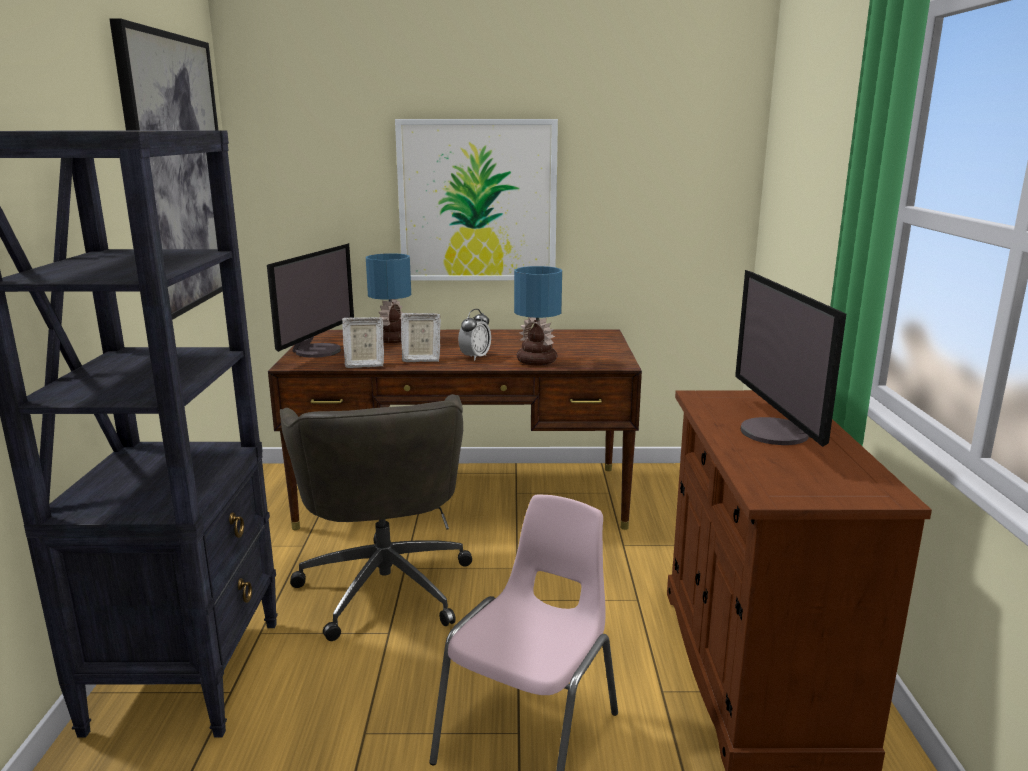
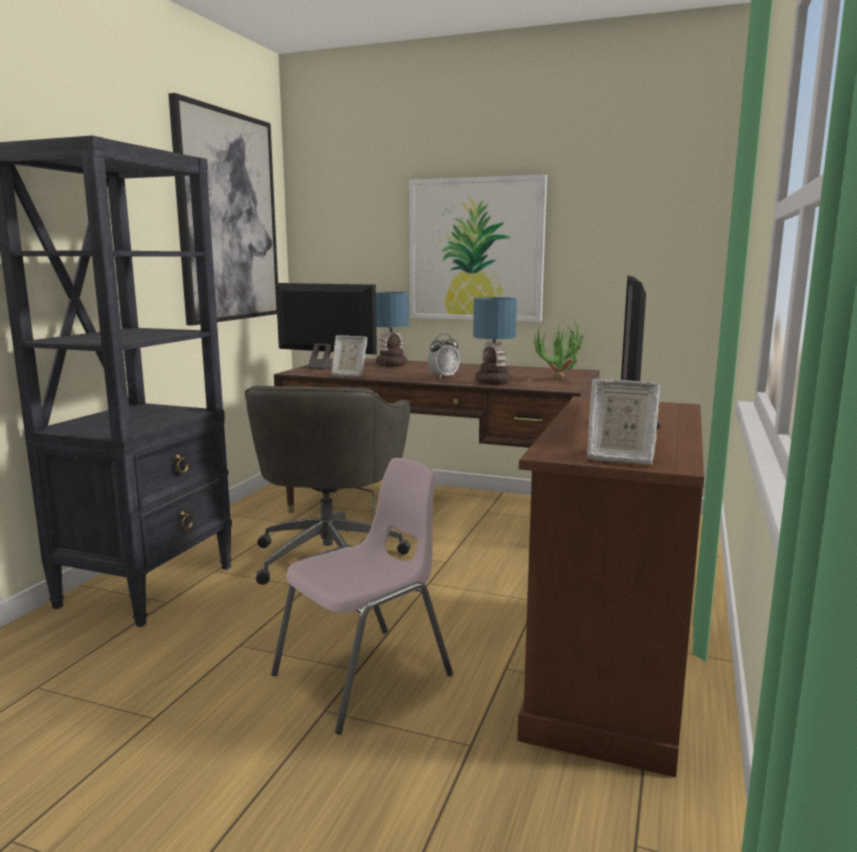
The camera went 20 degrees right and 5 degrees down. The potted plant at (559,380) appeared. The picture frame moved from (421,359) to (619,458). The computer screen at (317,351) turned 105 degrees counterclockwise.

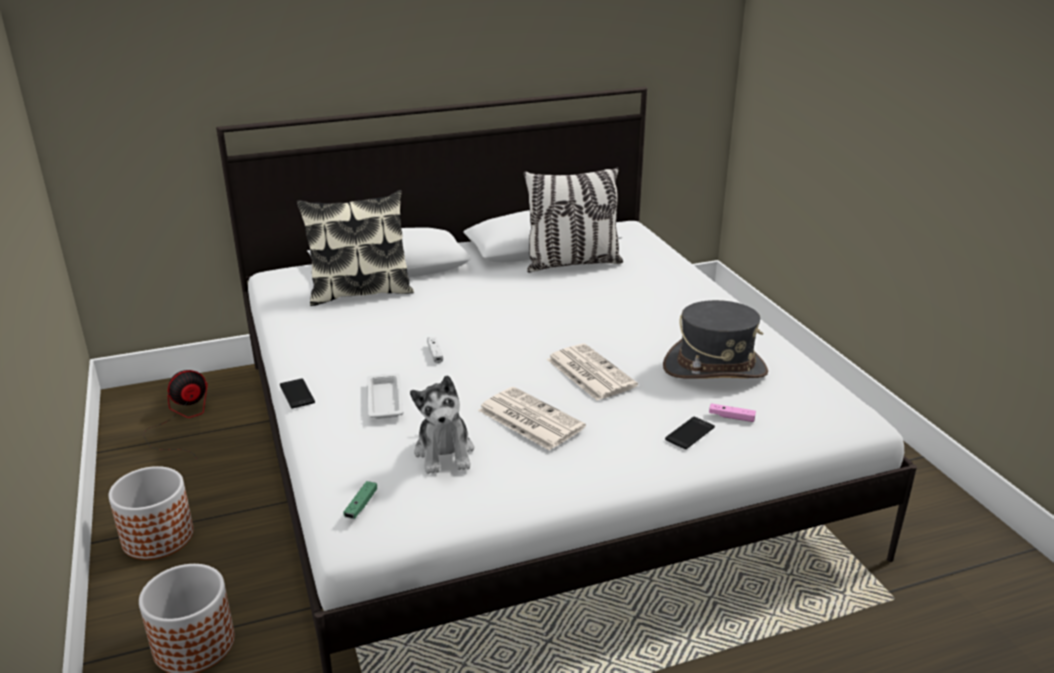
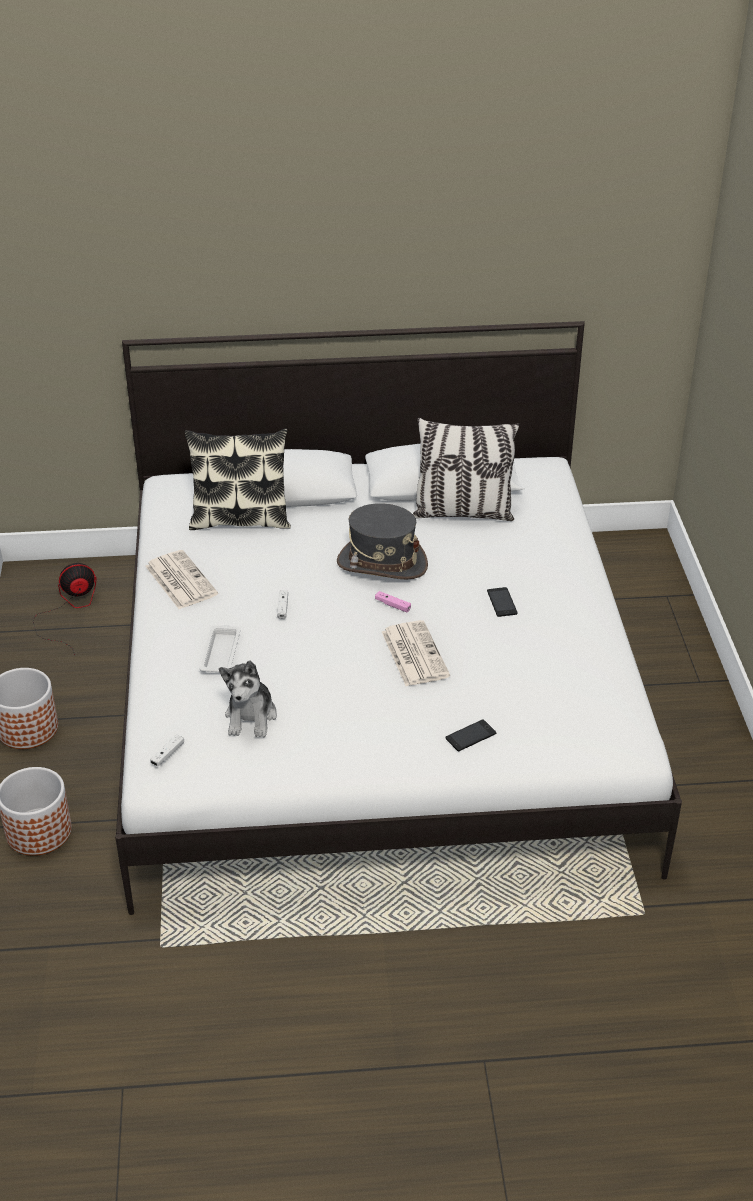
The camera went 15 degrees right and 10 degrees up. The handset moved from (297,394) to (502,602). The printed paper moved from (529,419) to (180,580). The grey hat moved from (714,369) to (382,564). The pinkish joypad moved from (731,417) to (392,605). The greenish joypad at (361,505) became the white-coloured joypad at (167,754).

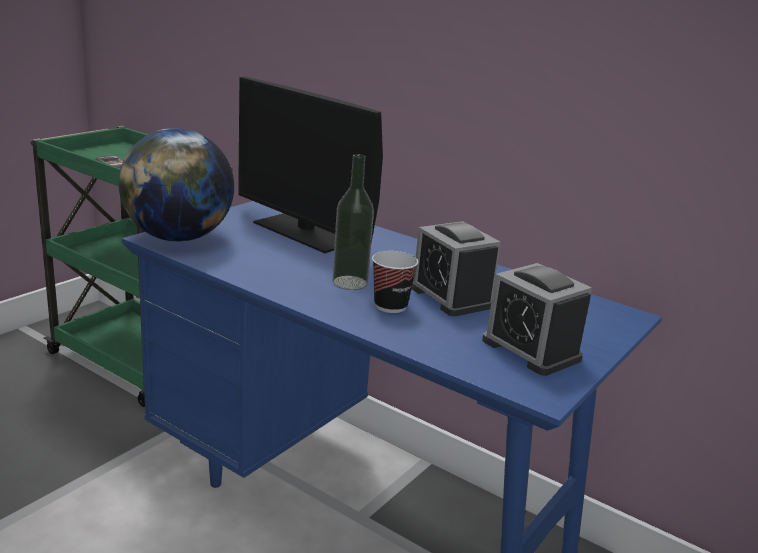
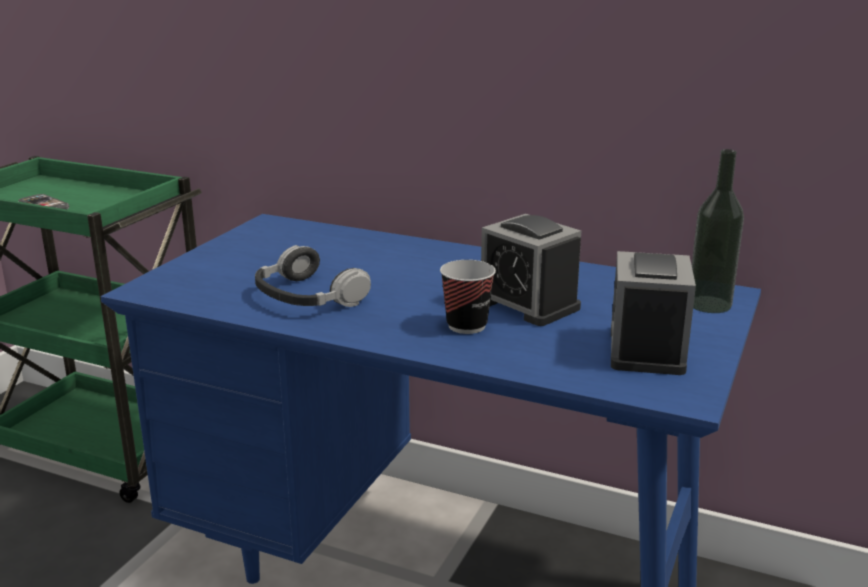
The camera went 10 degrees left and 0 degrees up. The desk globe at (178,238) disappeared. The computer screen at (305,232) disappeared. The pair of headphones at (308,297) appeared. The drink bottle moved from (350,282) to (709,304). The alarm clock at (531,350) turned 60 degrees clockwise.

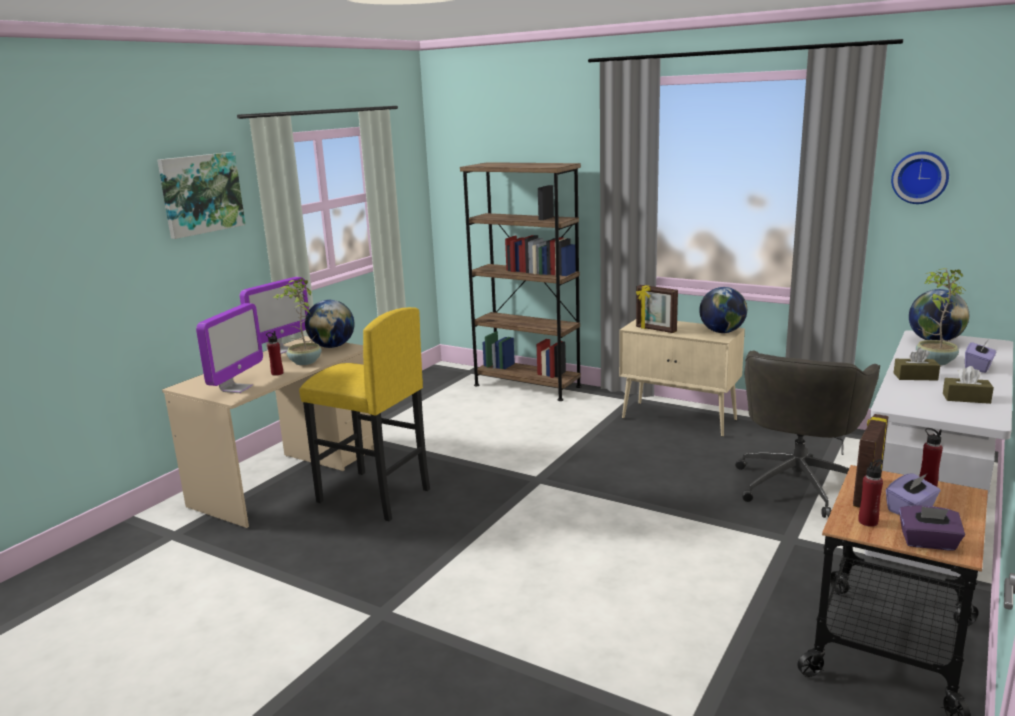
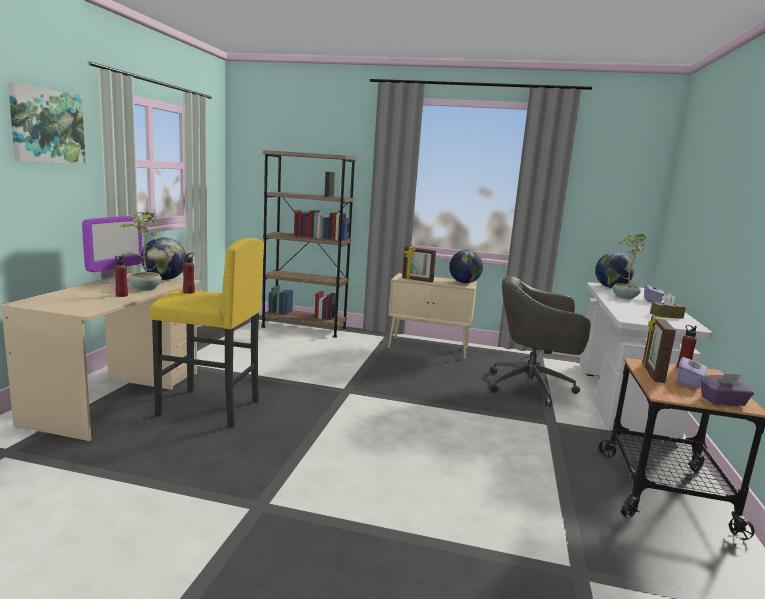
The camera went 20 degrees left and 5 degrees down. The computer screen at (236,389) disappeared. The hanging clock at (920,177) disappeared. The brown-coloured tissue holder at (915,376) disappeared. The red drink bottle moved from (868,522) to (189,292). The grey computer chair at (797,484) turned 90 degrees clockwise.

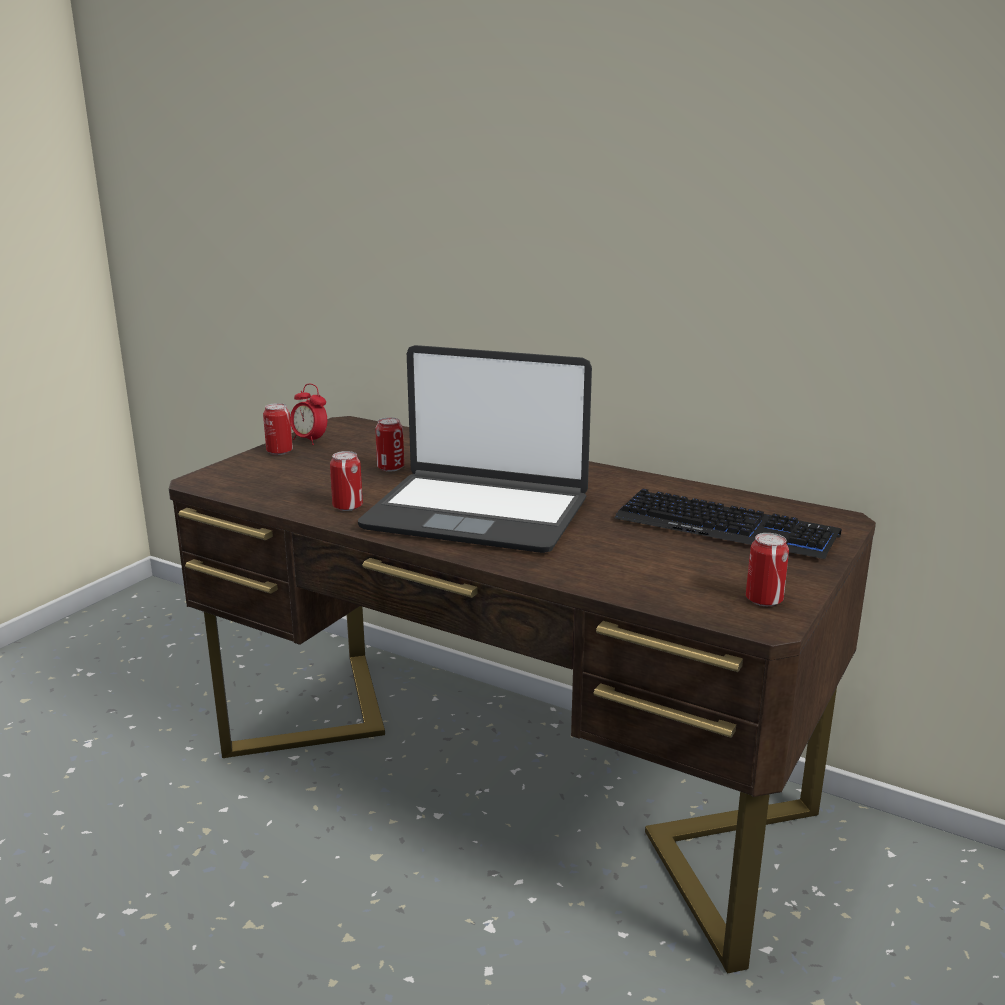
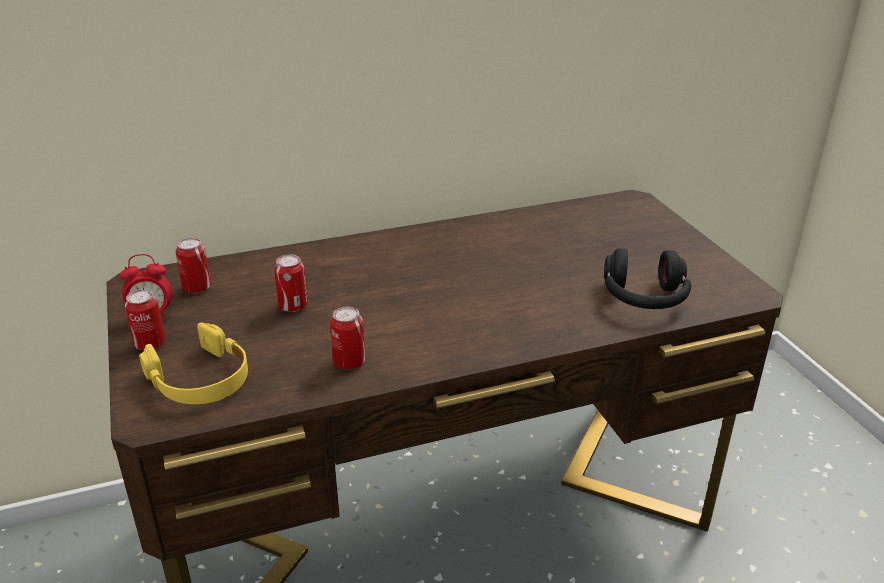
The camera went 50 degrees left and 10 degrees up. The laptop at (477,514) disappeared. The PC keyboard at (725,528) disappeared. The yellowish pair of headphones at (201,379) appeared. The black pair of headphones at (644,299) appeared. The metal can moved from (764,600) to (197,288).

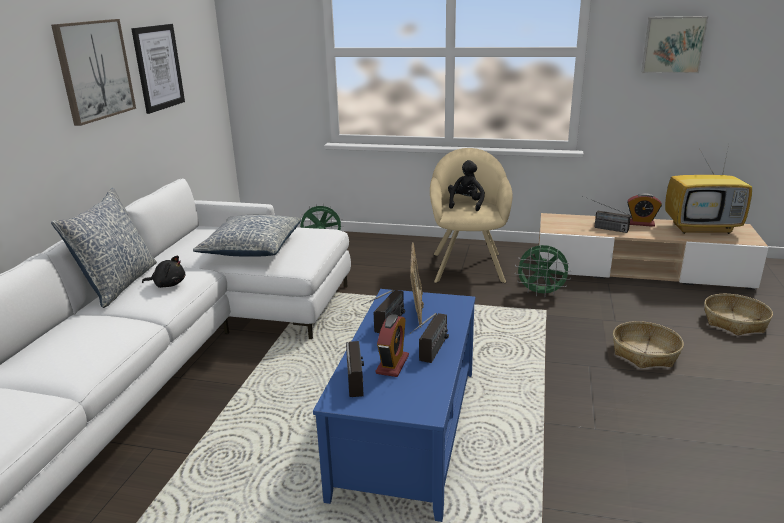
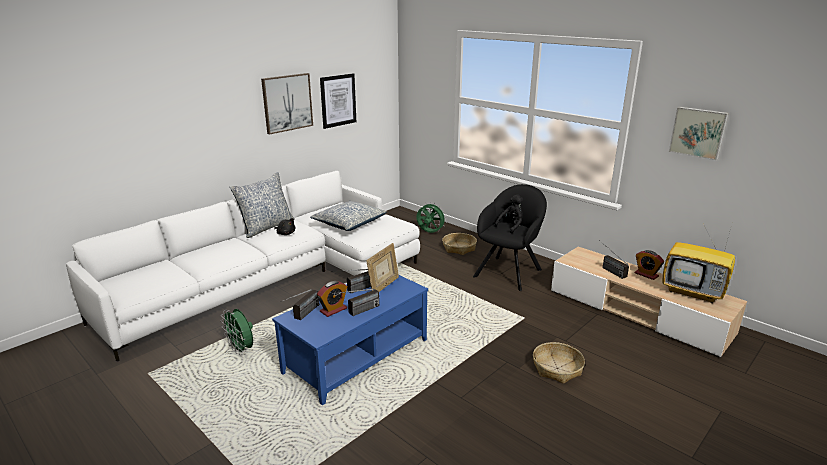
The camera went 30 degrees right and 0 degrees up. The greenish cooling fan moved from (541,293) to (241,349). The storage basket moved from (735,322) to (459,248). The beige-coloured easy chair at (467,265) became the black easy chair at (509,271).

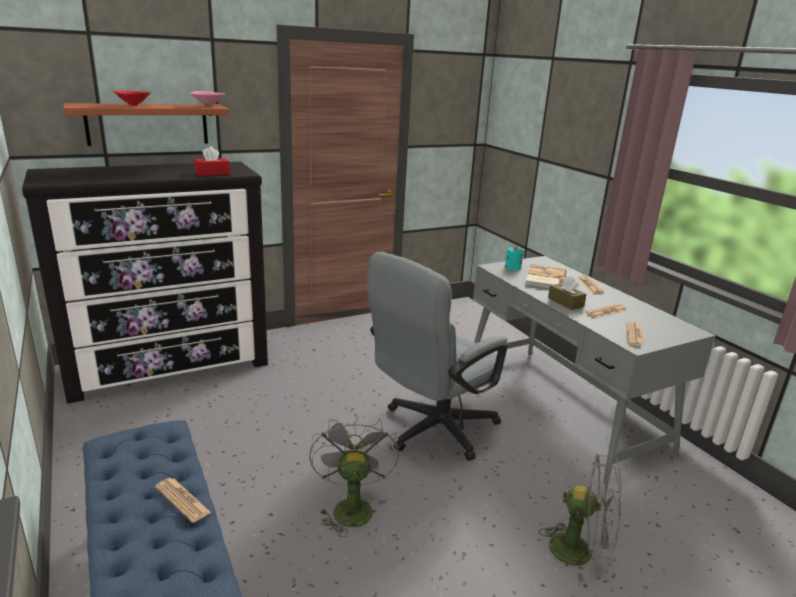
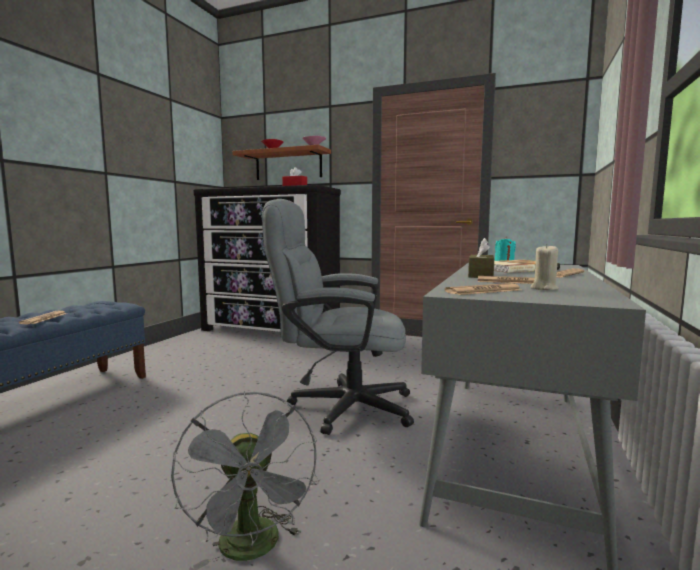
The camera went 50 degrees right and 15 degrees down. The grey cooling fan at (351,506) disappeared. The beige-coloured wax candle at (543,288) appeared.

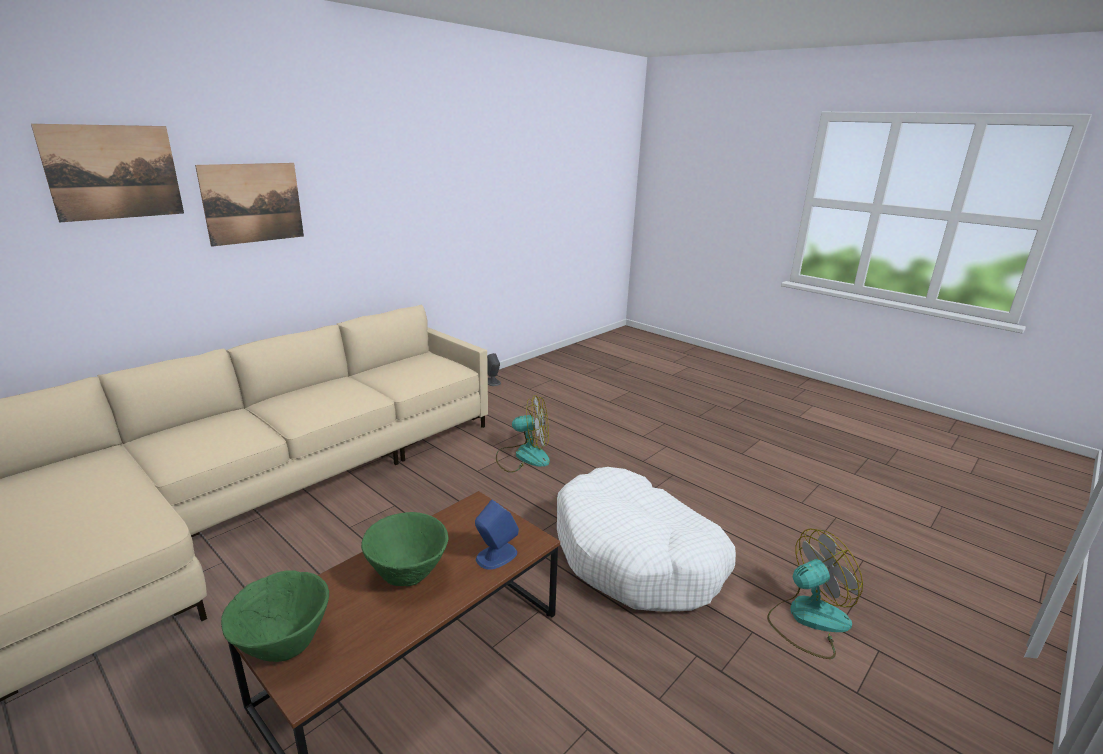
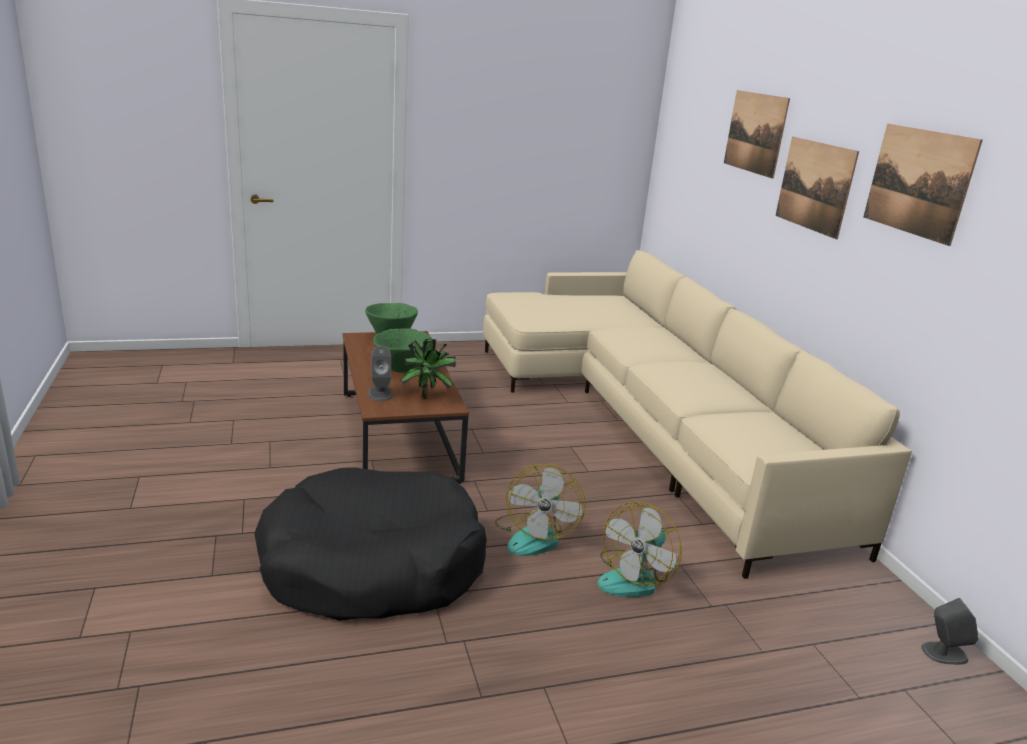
The camera went 120 degrees right and 0 degrees up. The potted plant at (428,397) appeared. The picture at (918,182) appeared. The cooling fan moved from (807,619) to (535,535). The bluish audio speaker at (496,556) became the grey audio speaker at (380,393). The white-coloured dog cushion at (637,556) became the black dog cushion at (372,565).

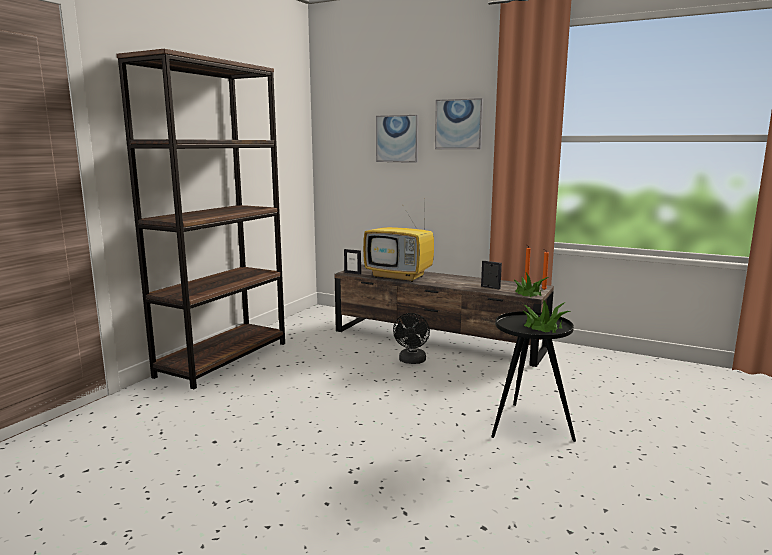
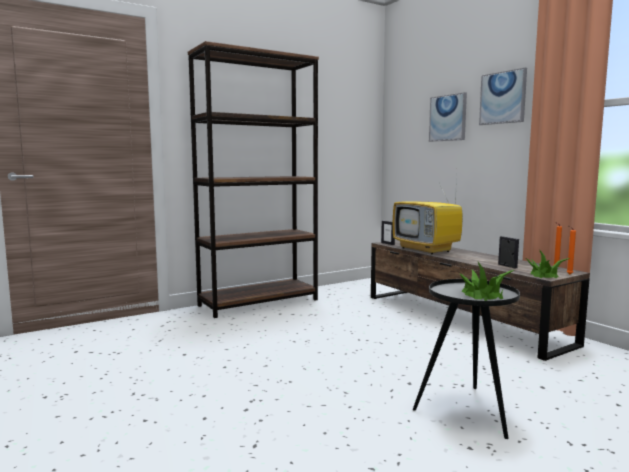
The camera went 30 degrees right and 5 degrees down. The black cooling fan at (412,361) disappeared.

